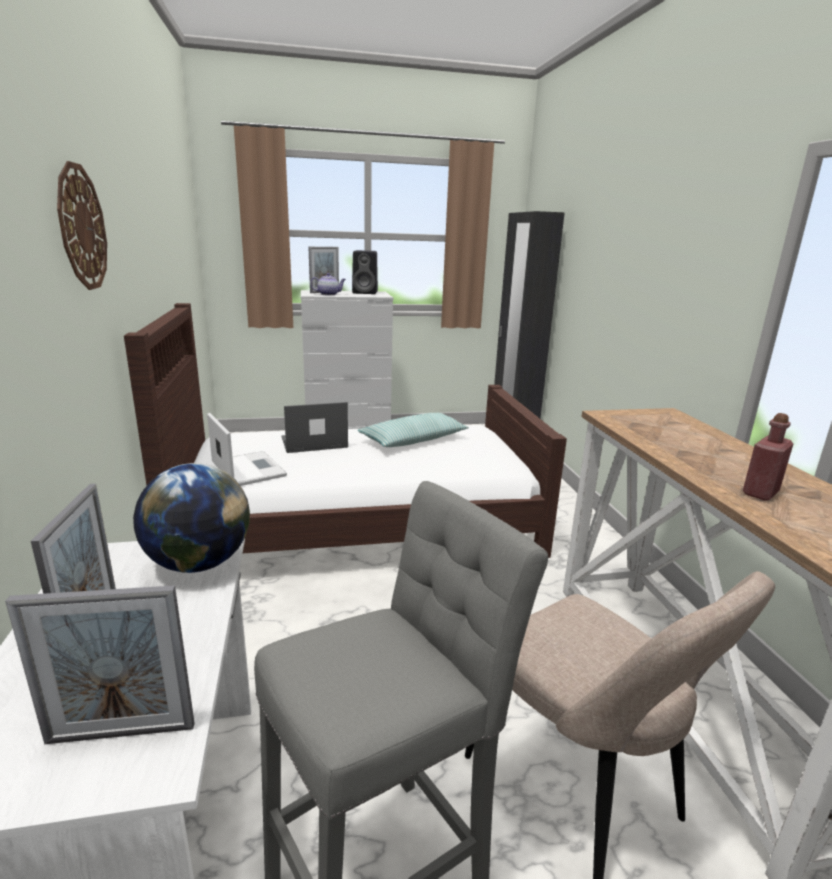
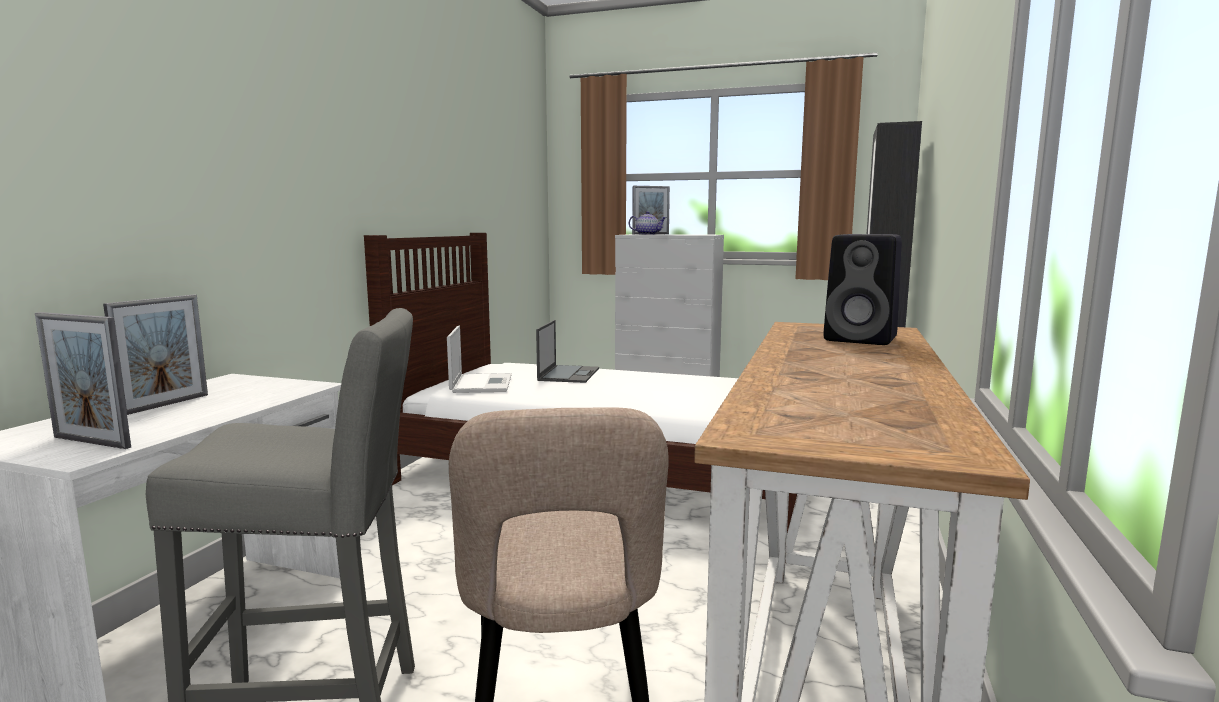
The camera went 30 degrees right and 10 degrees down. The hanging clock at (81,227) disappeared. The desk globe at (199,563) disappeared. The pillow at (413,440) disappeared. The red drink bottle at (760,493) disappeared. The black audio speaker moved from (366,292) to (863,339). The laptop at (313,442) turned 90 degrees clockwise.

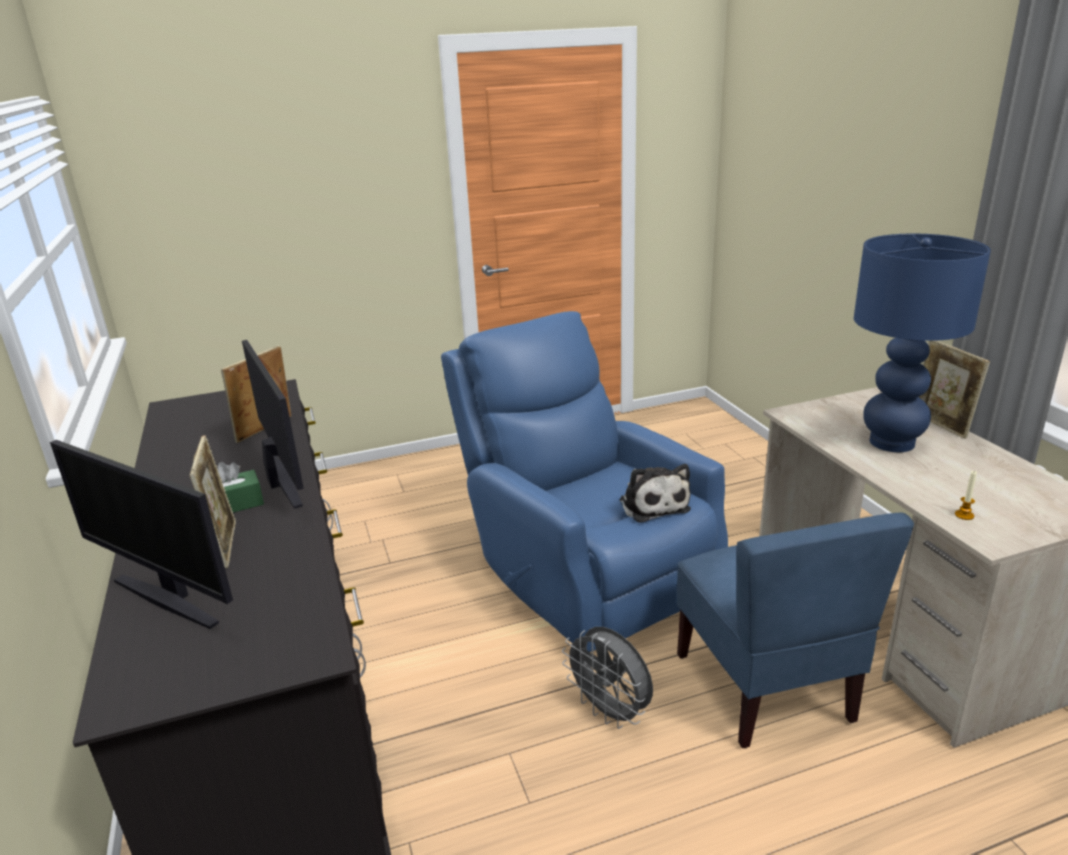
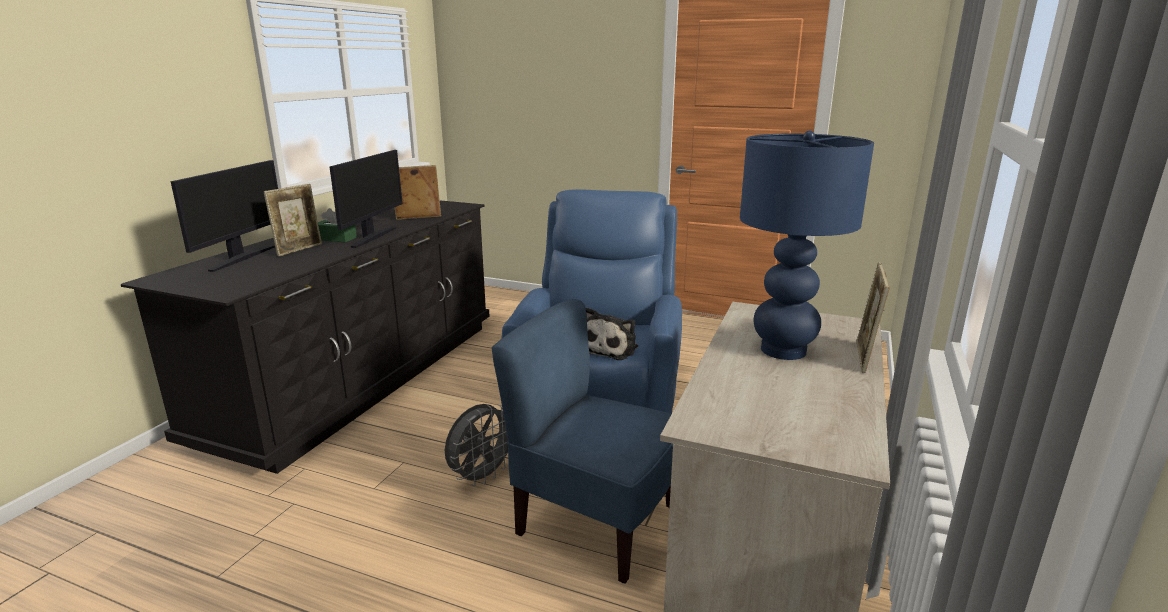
The camera went 40 degrees right and 5 degrees down. The wax candle at (964,515) disappeared. The computer screen at (169,598) turned 150 degrees counterclockwise. The grey cooling fan at (610,712) turned 135 degrees counterclockwise. The bluish chair at (766,687) turned 90 degrees clockwise.

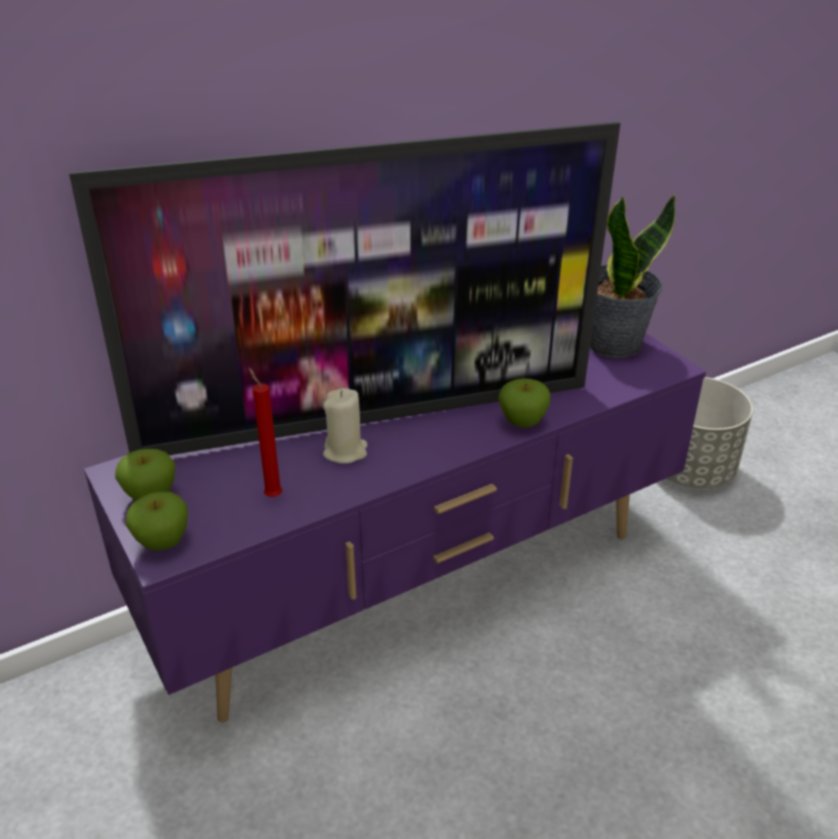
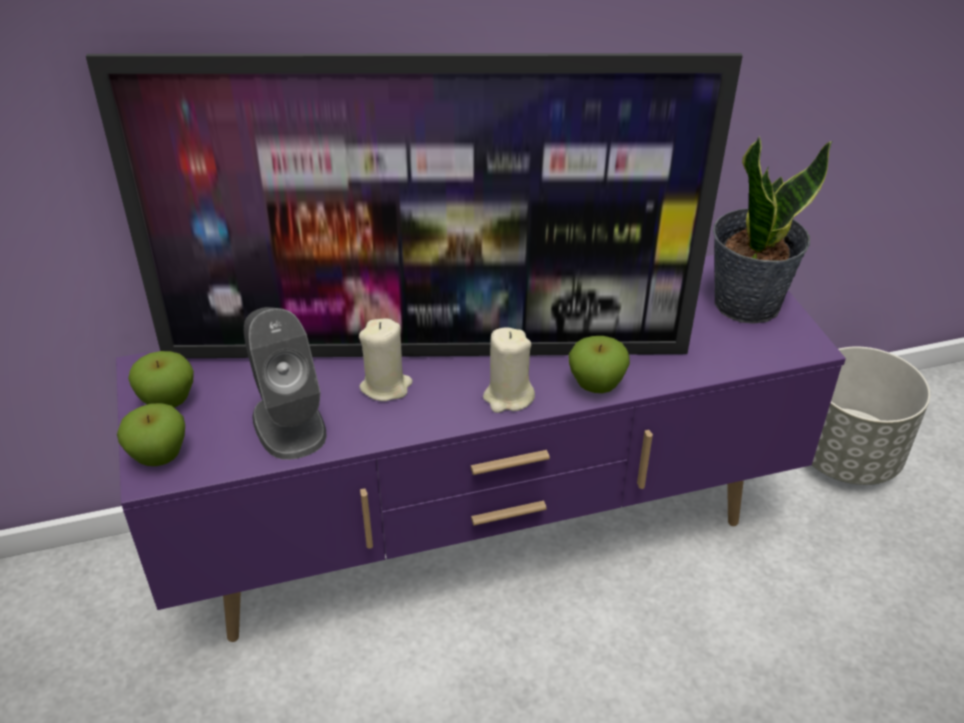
The camera went 15 degrees right and 5 degrees up. The beige-coloured wax candle at (508,397) appeared. The red wax candle at (272,495) was replaced by the grey audio speaker at (289,424).

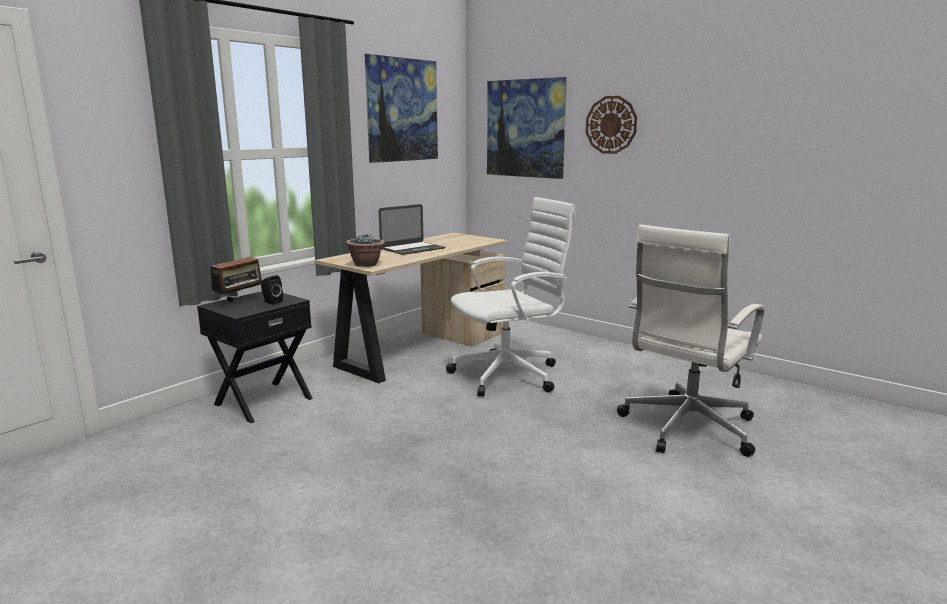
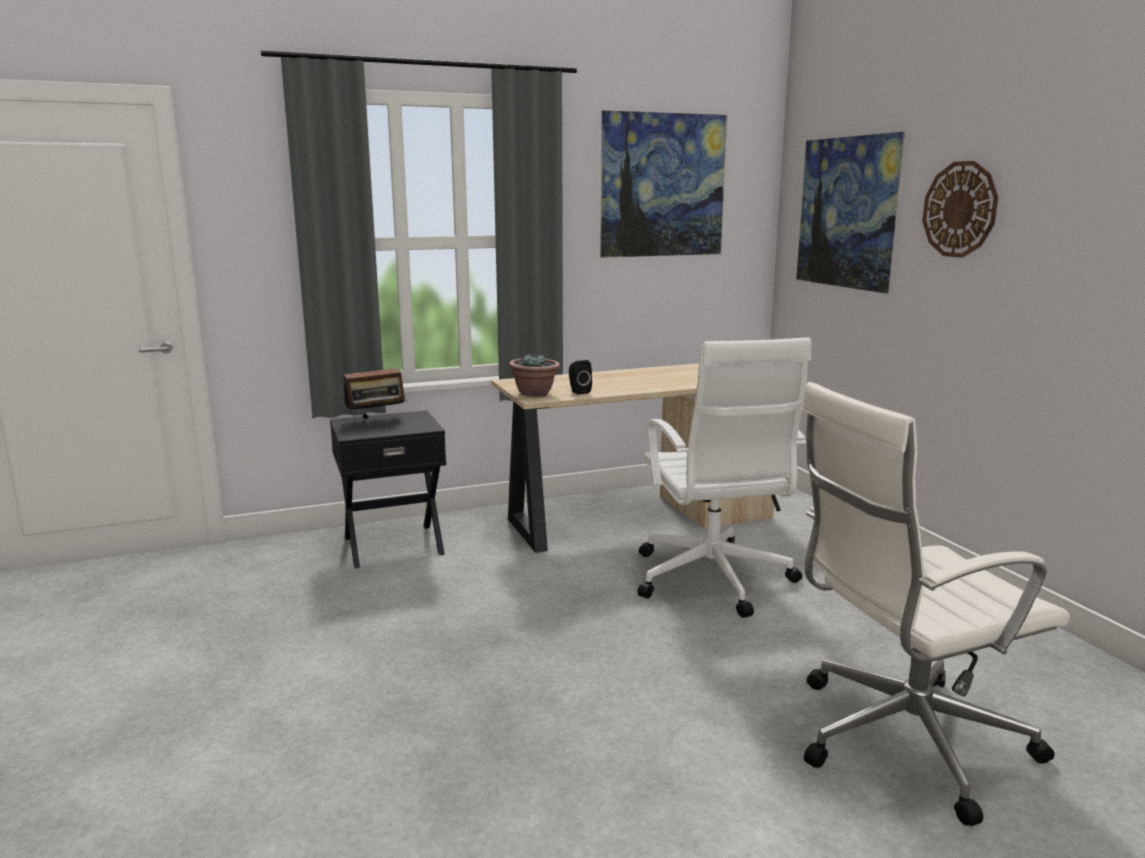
The camera went 30 degrees right and 0 degrees up. The laptop at (412,248) disappeared. The black audio speaker moved from (271,302) to (578,392). The white-coloured computer chair at (509,375) turned 75 degrees clockwise.

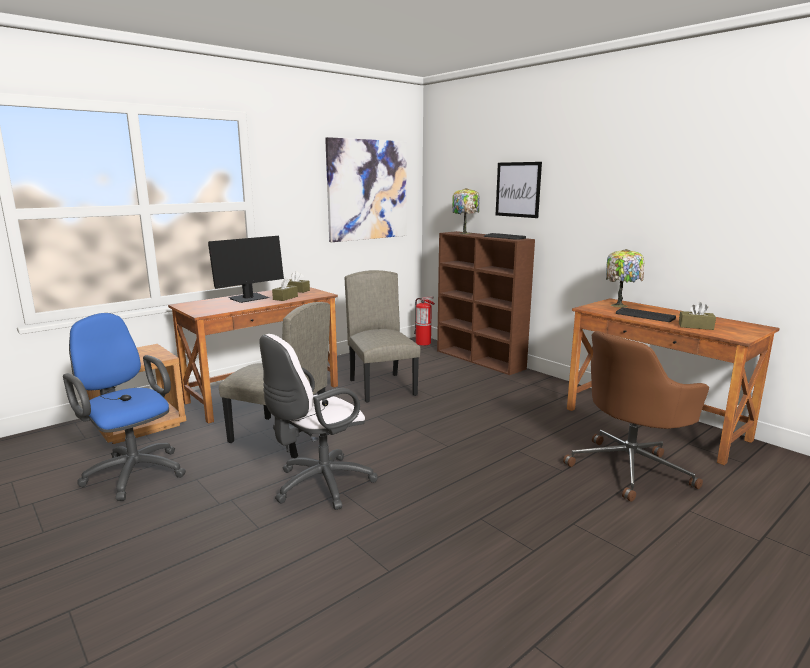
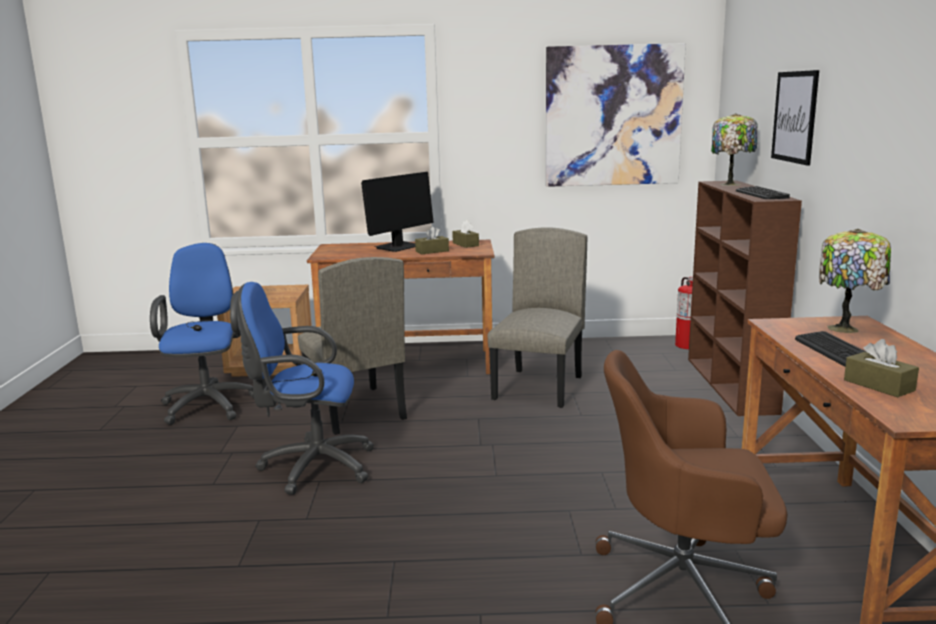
The camera went 40 degrees right and 0 degrees up. The white-coloured computer chair at (318,485) became the bluish computer chair at (311,467). The computer screen at (248,298) turned 45 degrees counterclockwise.

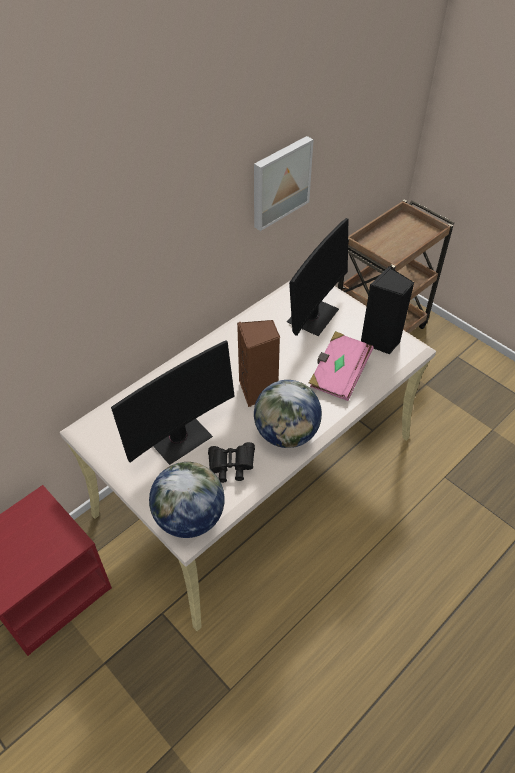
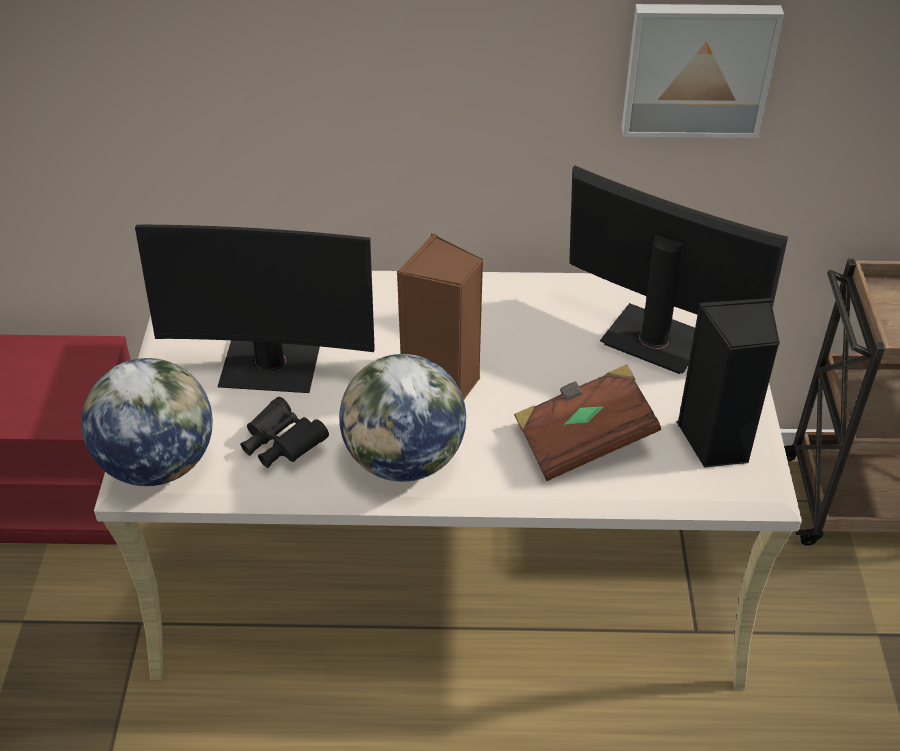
The camera went 45 degrees right and 5 degrees down. The pinkish bound book at (338,375) became the brown-coloured bound book at (583,440). The computer screen at (313,316) turned 135 degrees counterclockwise.

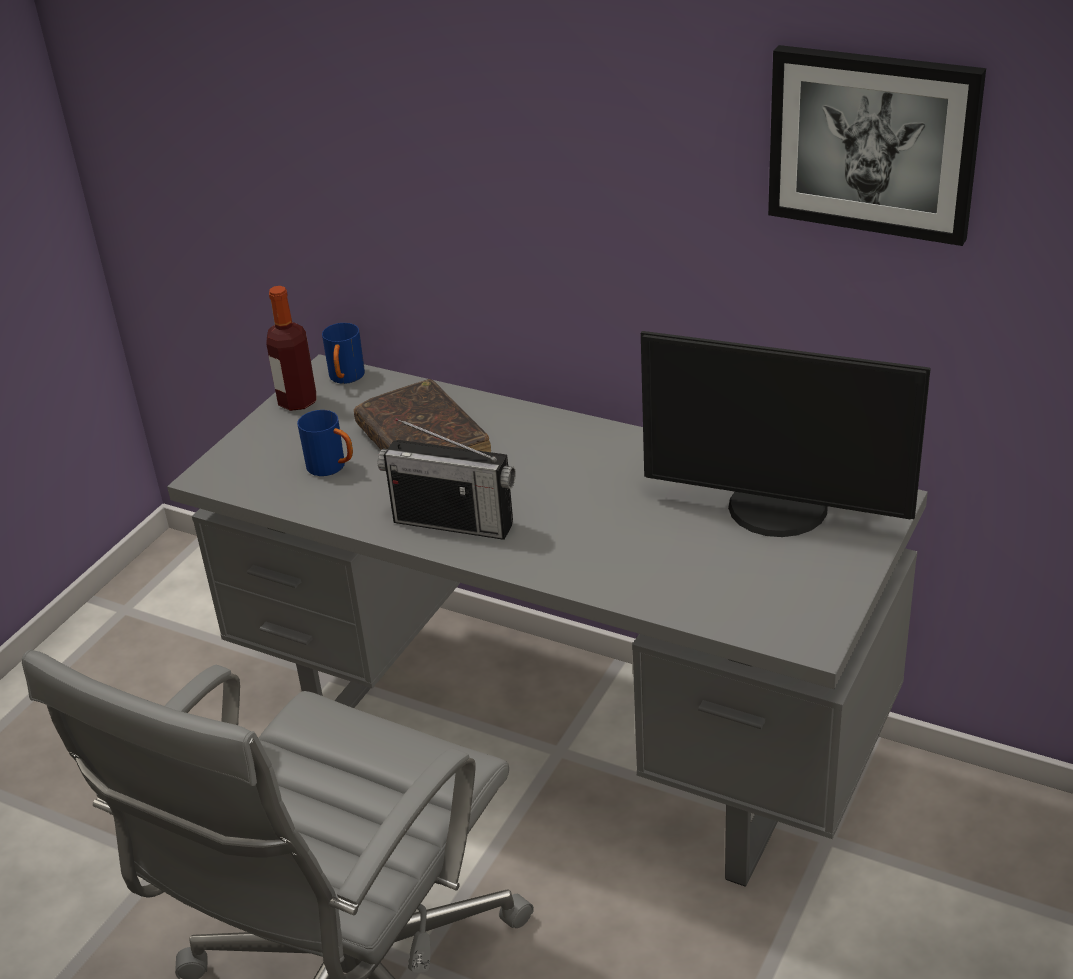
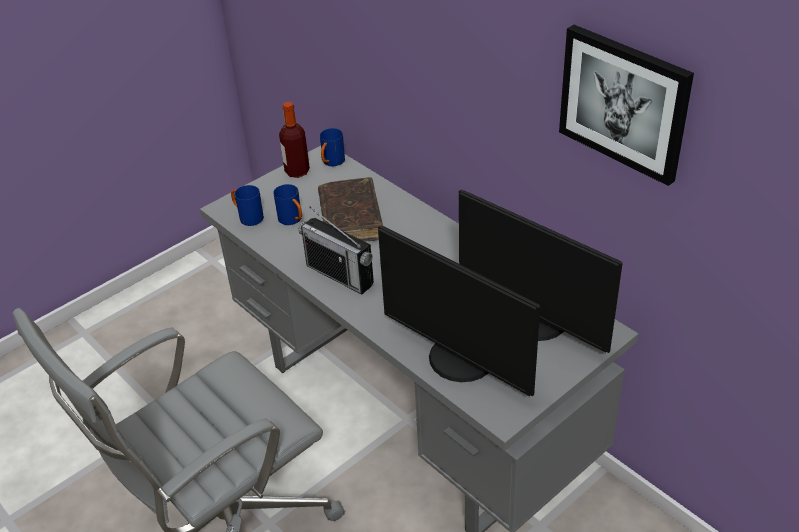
The camera went 20 degrees right and 5 degrees up. The bluish mug at (247,217) appeared. The computer screen at (460,360) appeared.

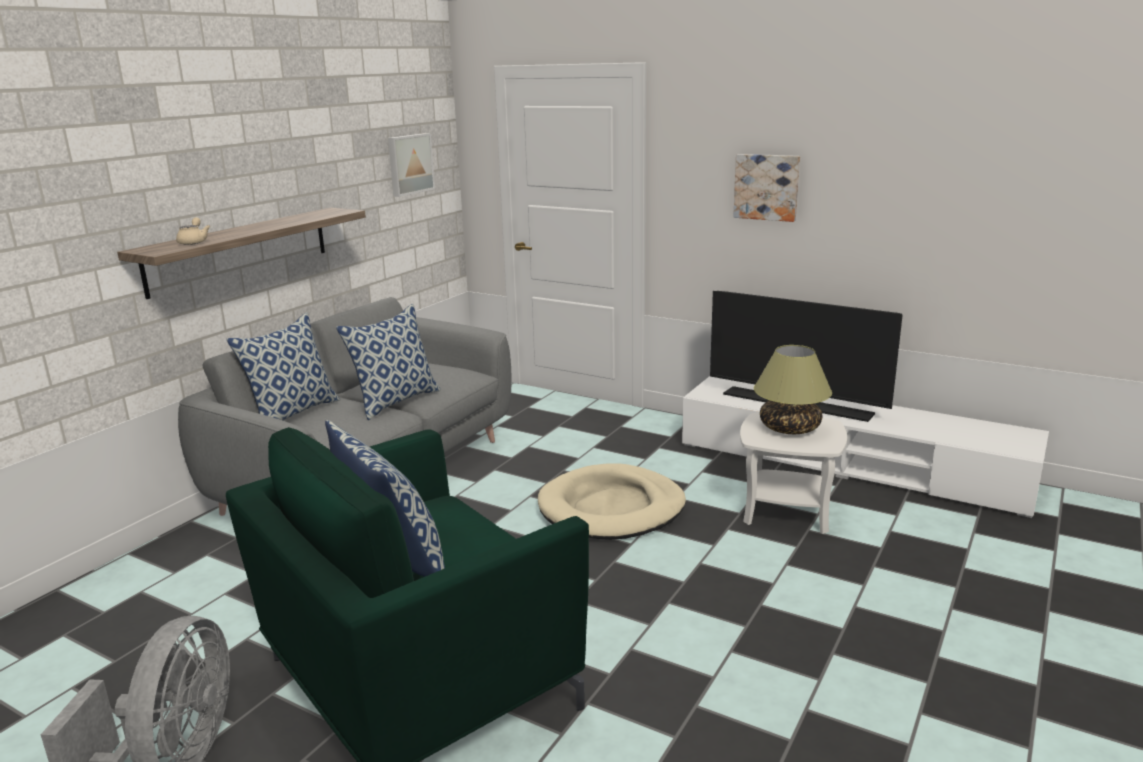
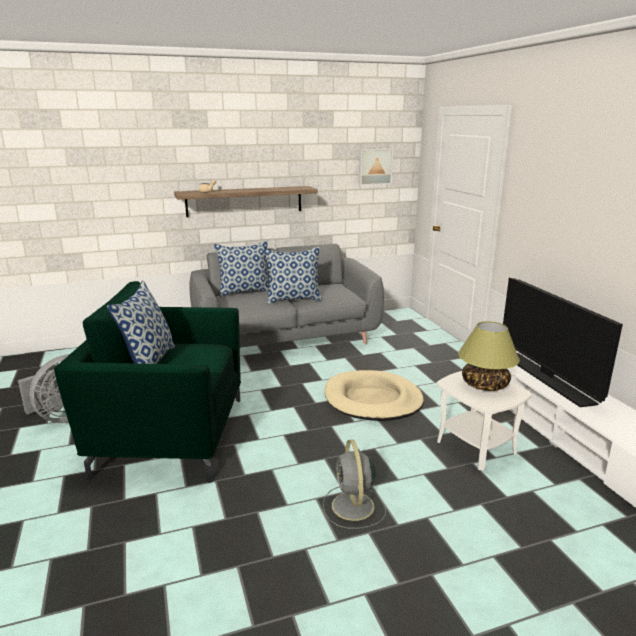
The camera went 40 degrees right and 0 degrees up. The picture at (767,187) disappeared. The grey cooling fan at (353,507) appeared.

